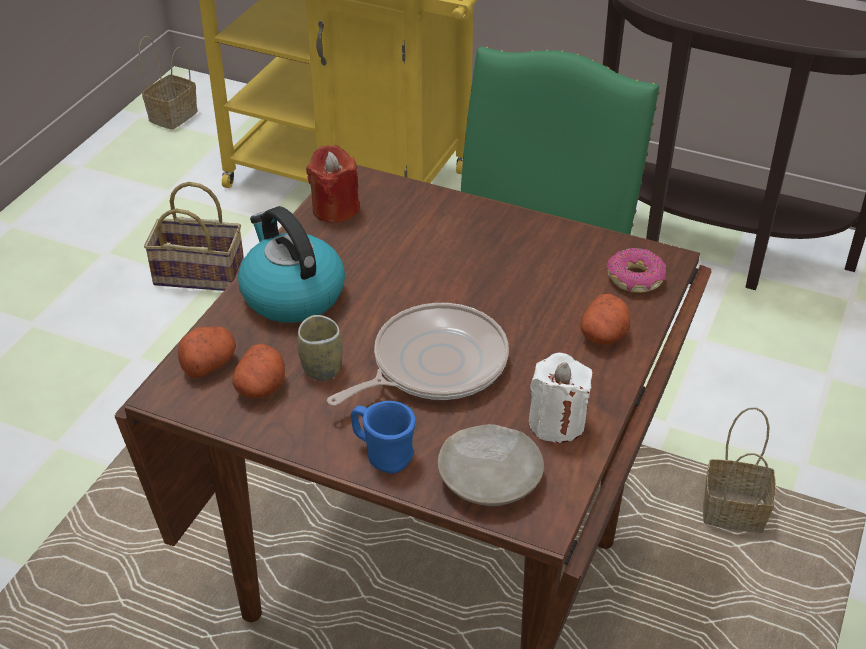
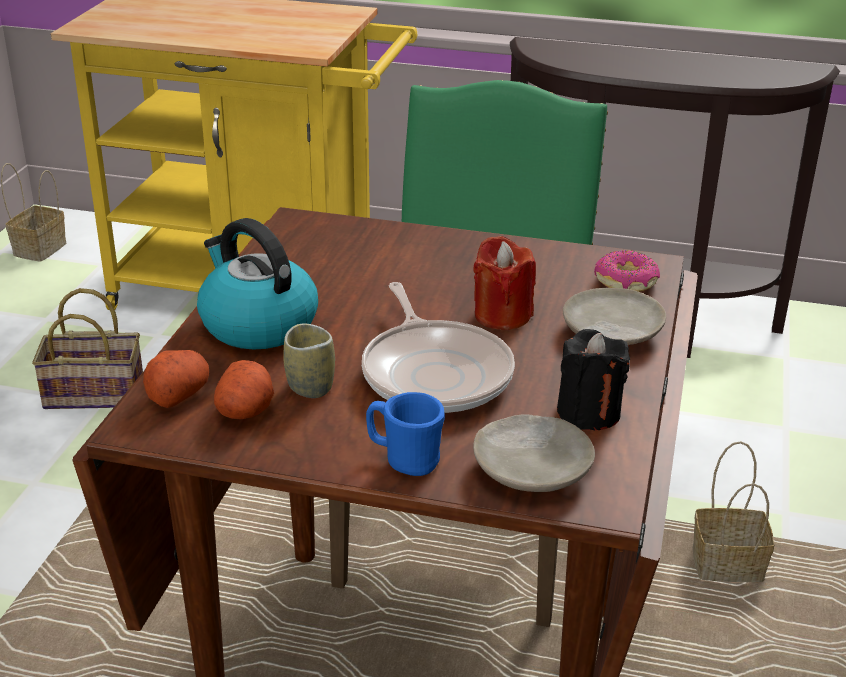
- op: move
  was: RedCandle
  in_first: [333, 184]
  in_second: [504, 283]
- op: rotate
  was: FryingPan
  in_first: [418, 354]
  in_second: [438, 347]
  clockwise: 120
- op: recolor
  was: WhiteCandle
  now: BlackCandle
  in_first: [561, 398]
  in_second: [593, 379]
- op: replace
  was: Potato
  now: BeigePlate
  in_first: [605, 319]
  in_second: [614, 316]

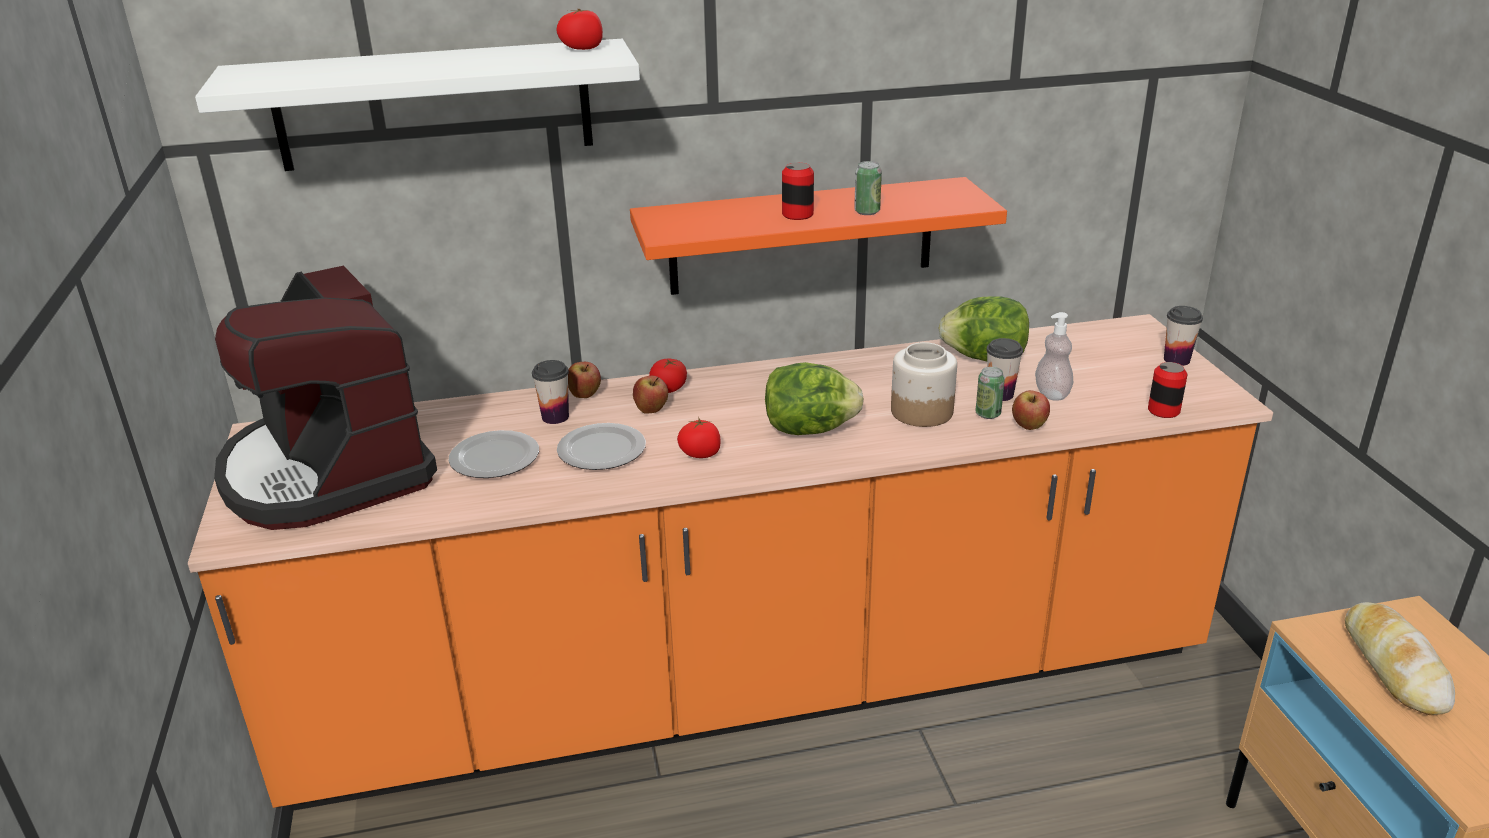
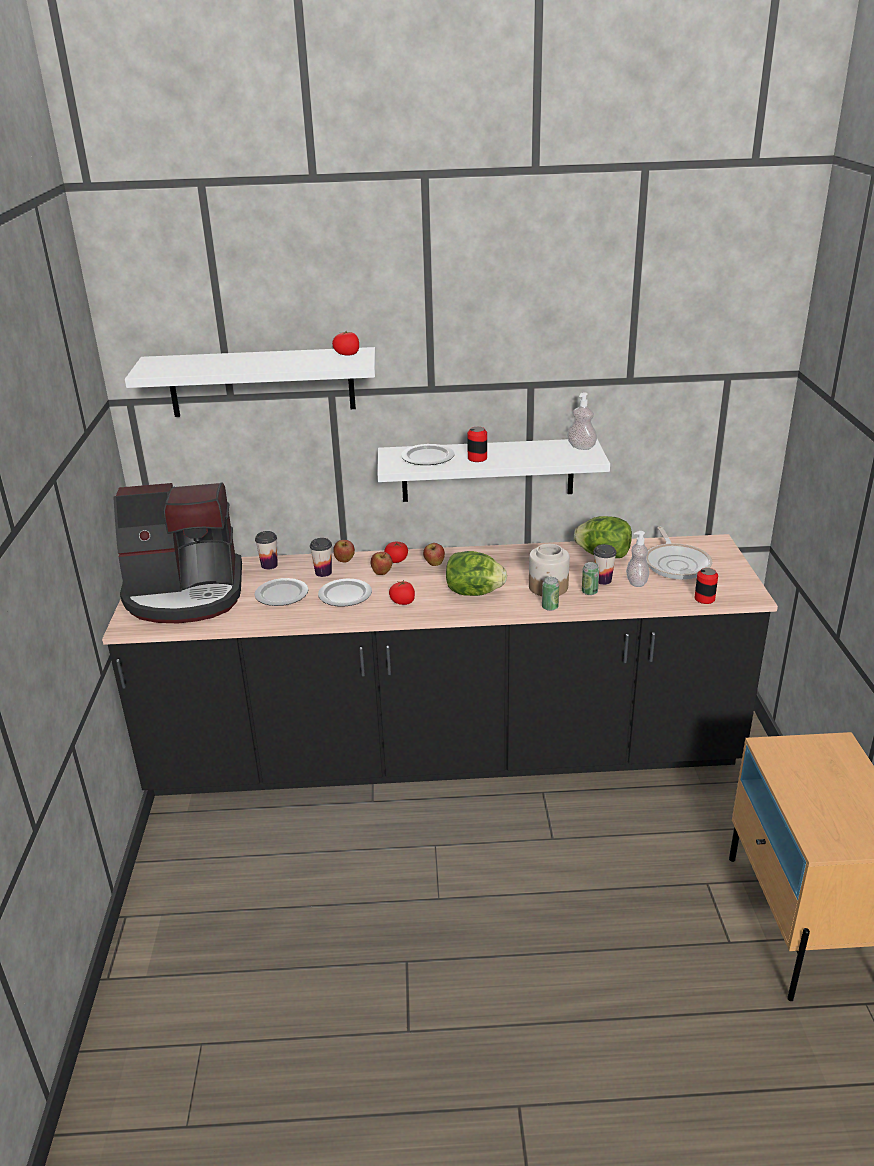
- op: recolor
  was: OrangeCounter
  now: BlackCounter
  in_first: [730, 562]
  in_second: [440, 665]
- op: rotate
  was: CoffeeMachine
  in_first: [325, 398]
  in_second: [177, 552]
  clockwise: -75
- op: recolor
  was: OrangeShelf
  now: WhiteShelf
  in_first: [818, 236]
  in_second: [493, 470]
- op: move
  was: Can
  in_first: [868, 188]
  in_second: [550, 594]
- op: move
  was: Apple
  in_first: [1031, 410]
  in_second: [434, 554]
- op: move
  was: Cup
  in_first: [1183, 336]
  in_second: [266, 550]
- op: delete
  was: Bread
  in_first: [1400, 658]
- op: insert
  now: Plate
  in_second: [428, 454]
- op: insert
  now: SoapDispenser
  in_second: [582, 421]
- op: insert
  now: FryingPan
  in_second: [679, 553]

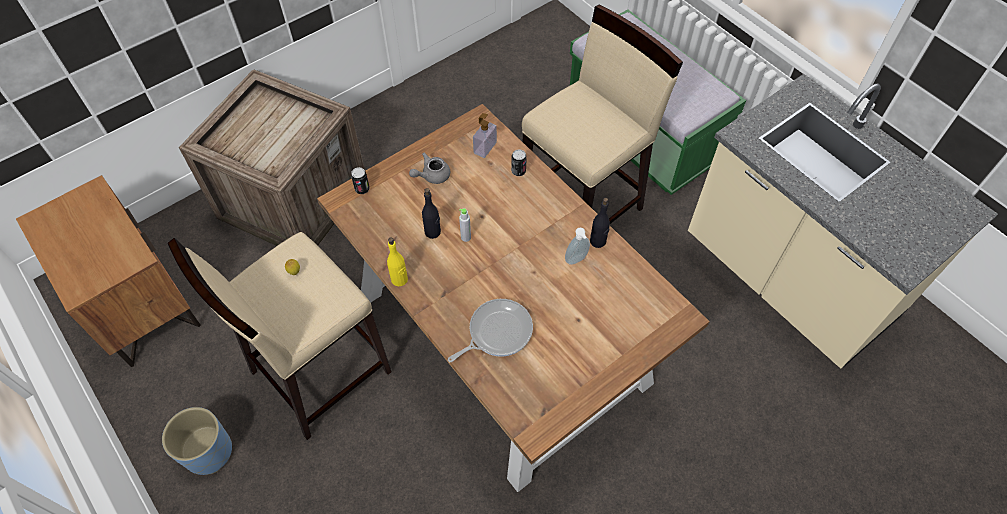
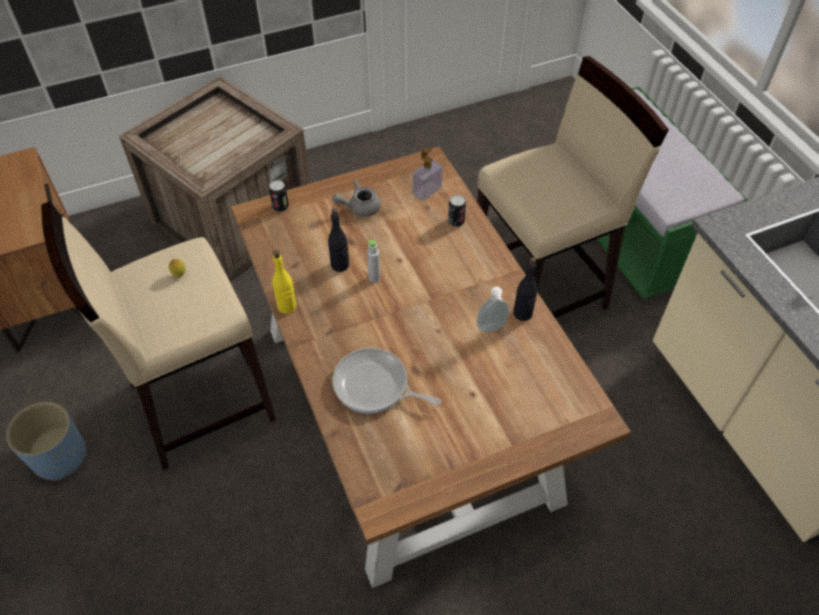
- op: rotate
  was: FryingPan
  in_first: [490, 330]
  in_second: [386, 380]
  clockwise: -135

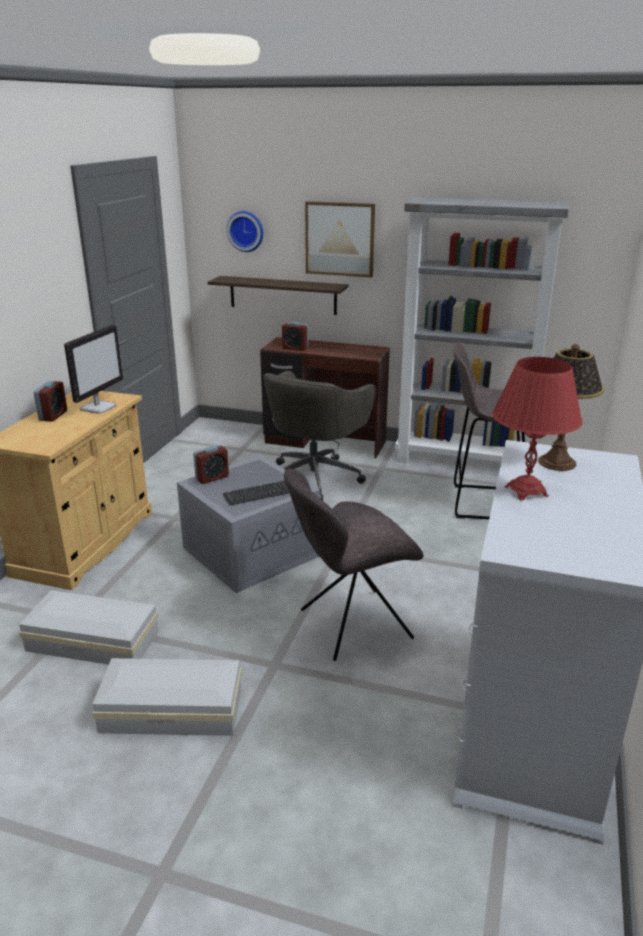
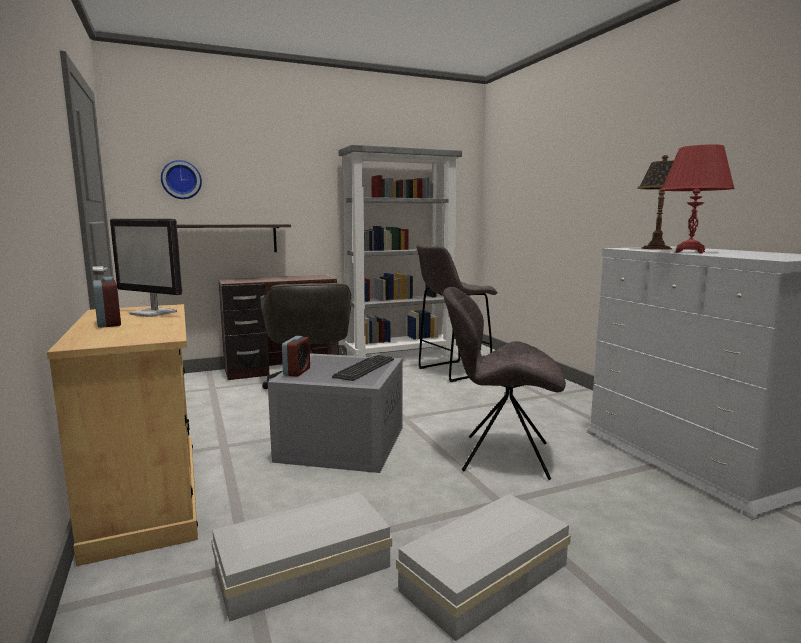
- op: rotate
  was: Monitor
  in_first: [93, 369]
  in_second: [146, 268]
  clockwise: 135
- op: delete
  was: AlarmClock
  in_first: [295, 336]
- op: rotate
  was: GreyChair
  in_first: [354, 564]
  in_second: [504, 383]
  clockwise: 75
- op: delete
  was: Picture
  in_first: [340, 239]

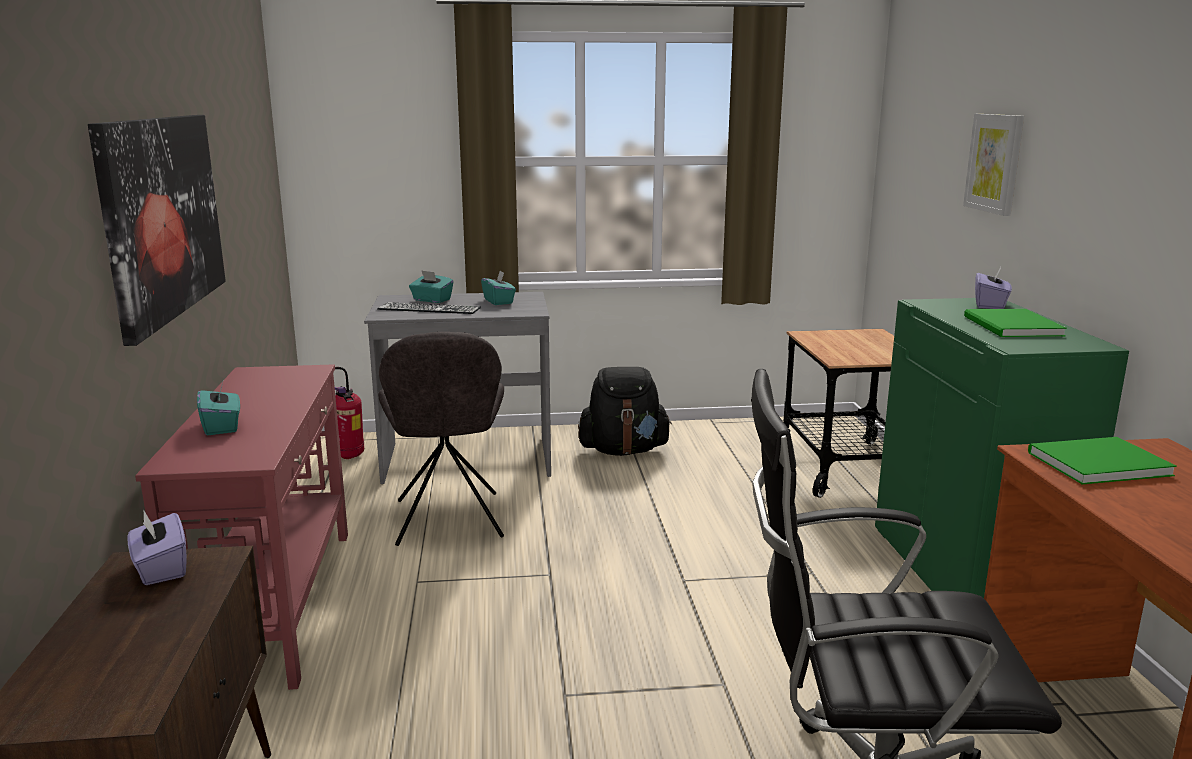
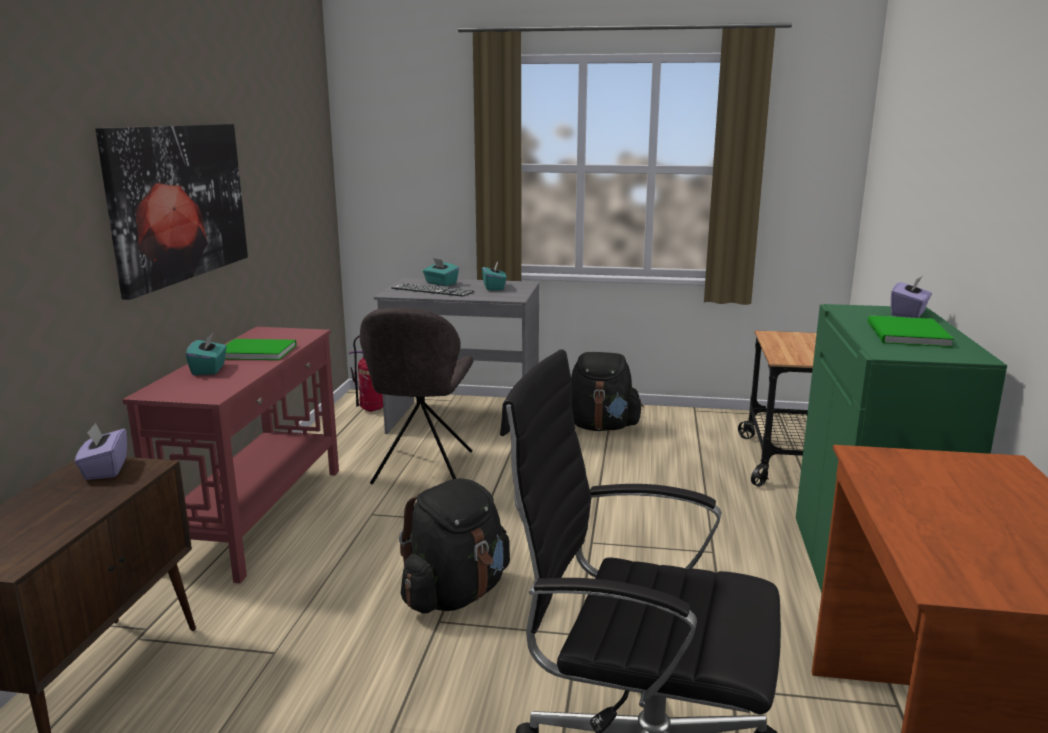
- op: delete
  was: Picture
  in_first: [993, 165]
- op: move
  was: GreenBook
  in_first: [1102, 460]
  in_second: [260, 349]
- op: insert
  now: BlackBackpack
  in_second: [454, 545]

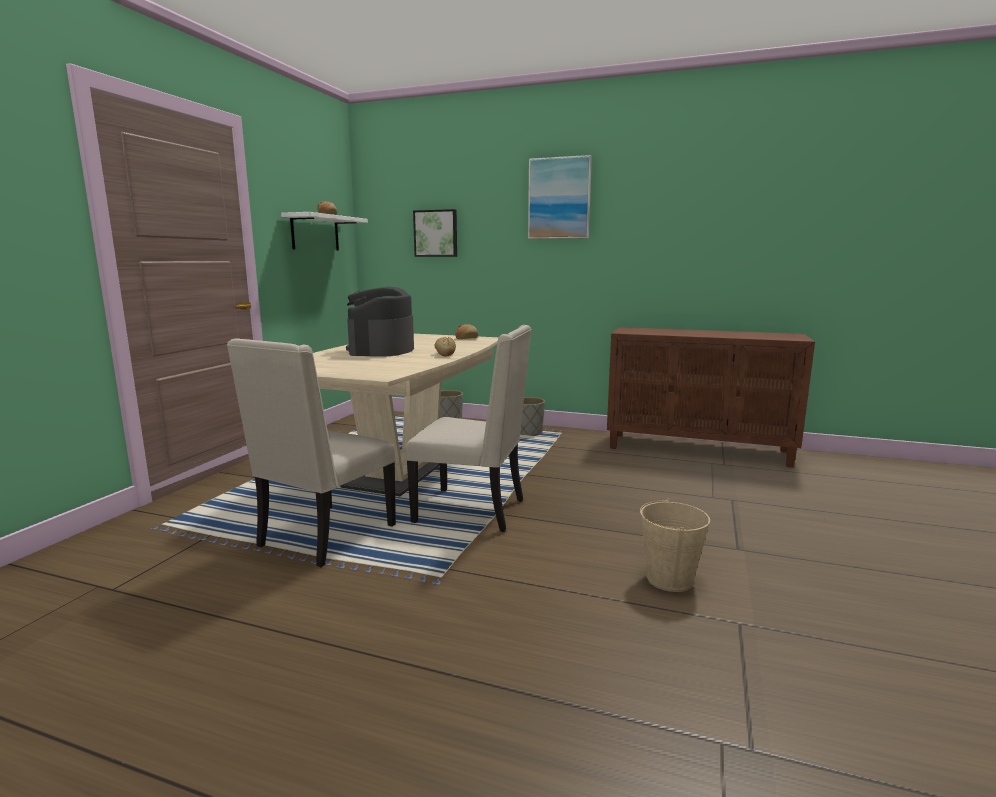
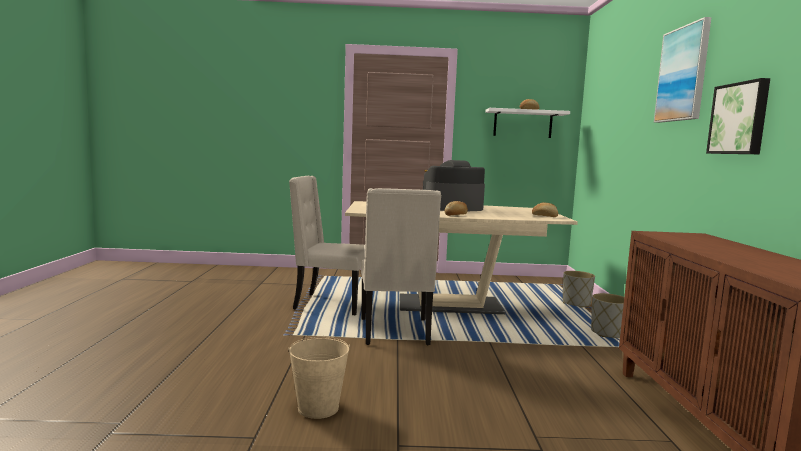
- op: move
  was: Picture
  in_first: [435, 233]
  in_second: [738, 116]

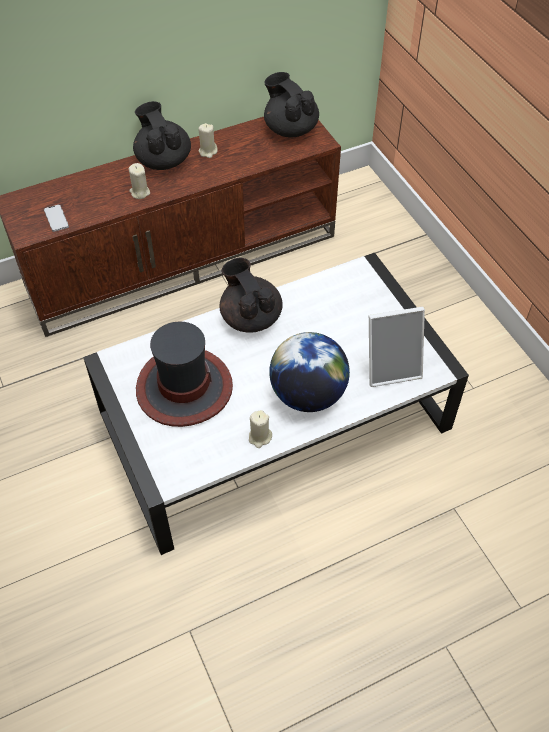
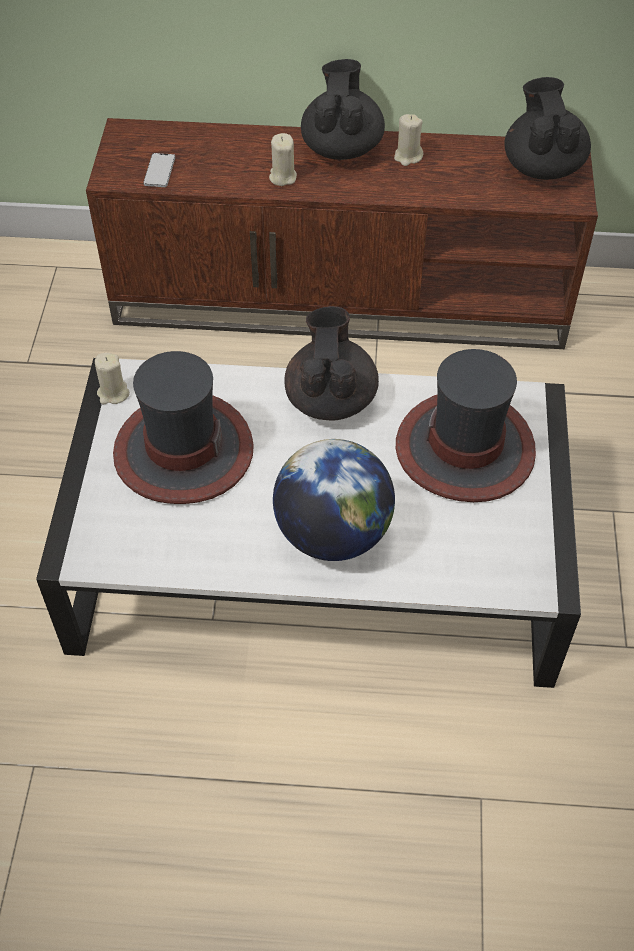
- op: move
  was: BeigeCandle
  in_first: [260, 429]
  in_second: [112, 379]
- op: delete
  was: PictureFrame
  in_first: [397, 347]
- op: insert
  now: Hat
  in_second: [466, 425]

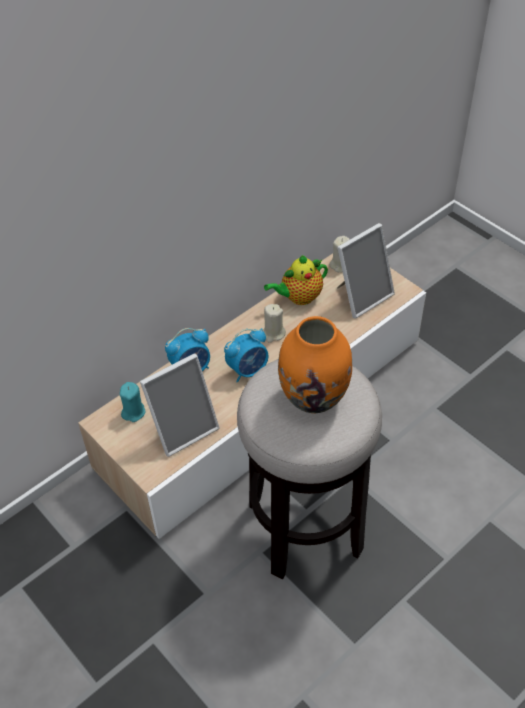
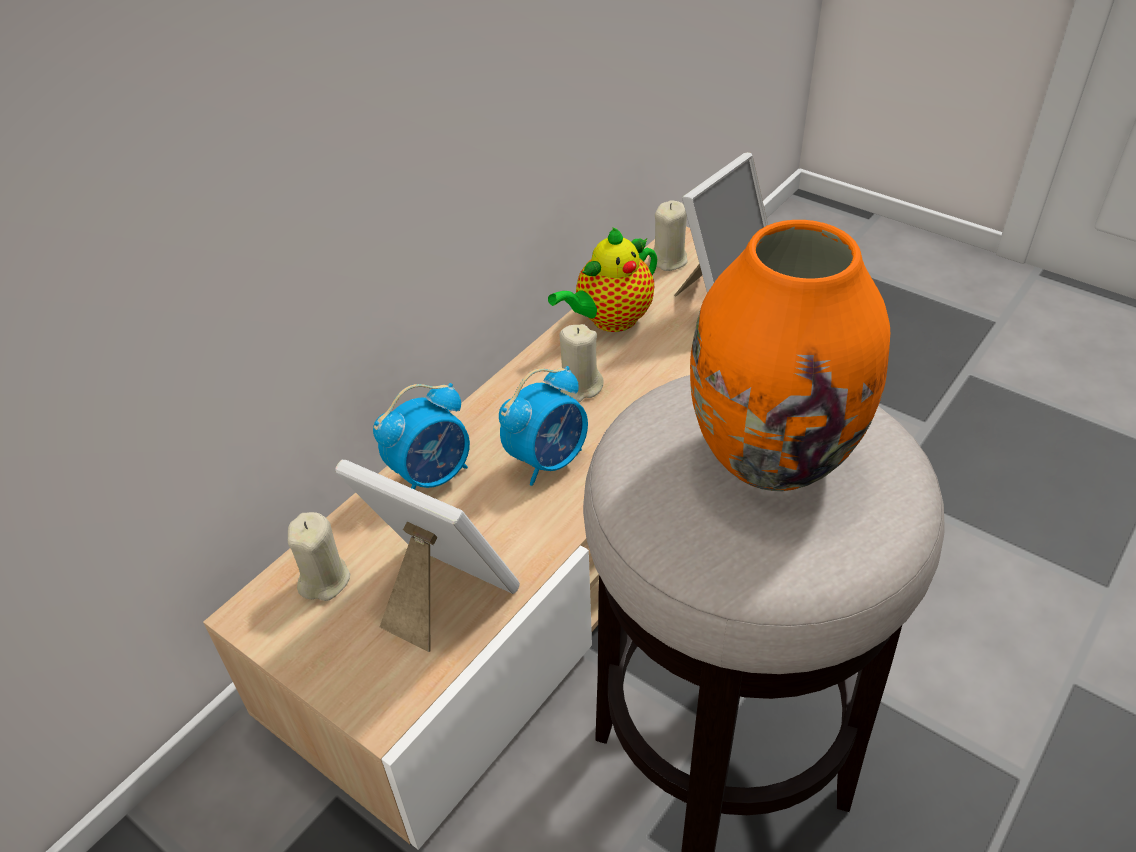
- op: recolor
  was: TurquoiseCandle
  now: BeigeCandle
  in_first: [133, 402]
  in_second: [319, 556]
- op: rotate
  was: PictureFrame
  in_first: [180, 405]
  in_second: [427, 556]
  clockwise: -105

